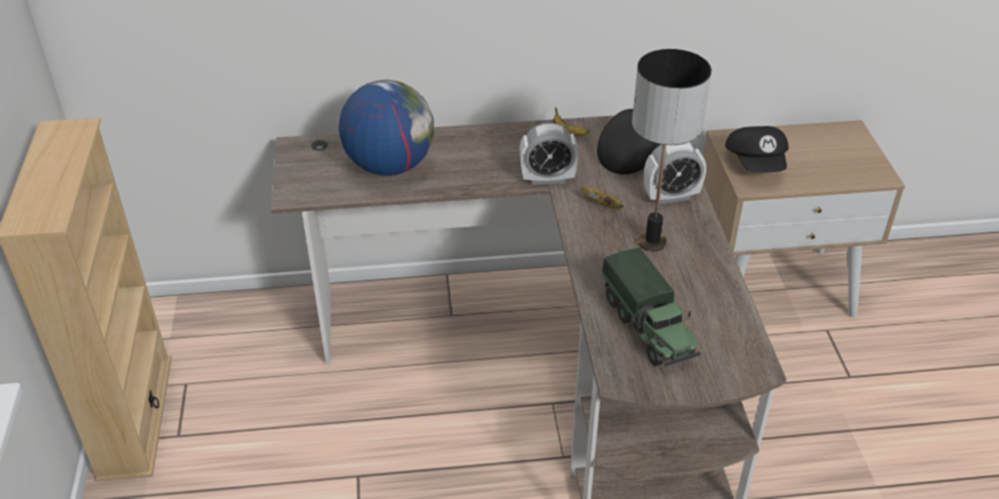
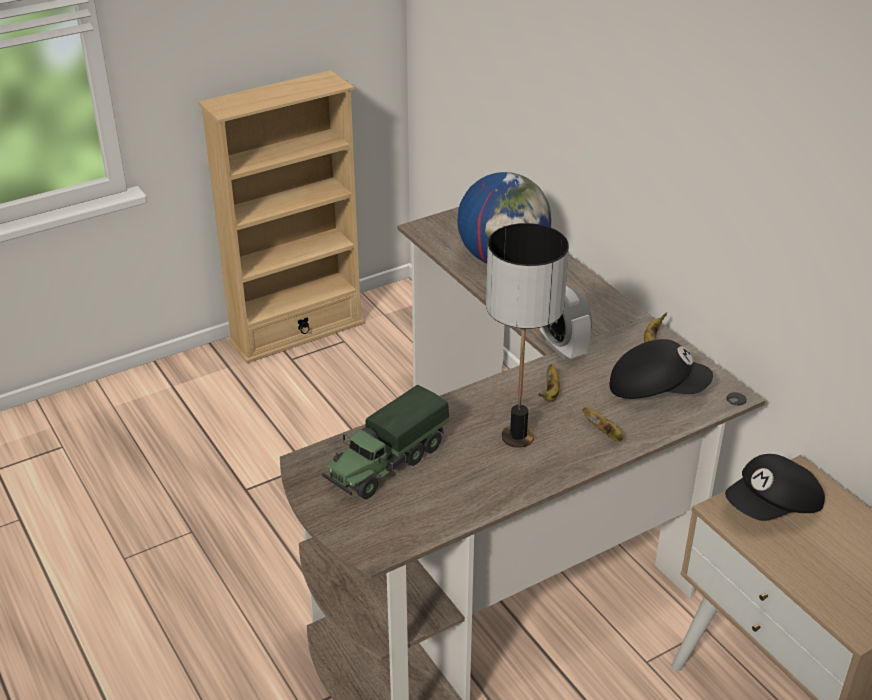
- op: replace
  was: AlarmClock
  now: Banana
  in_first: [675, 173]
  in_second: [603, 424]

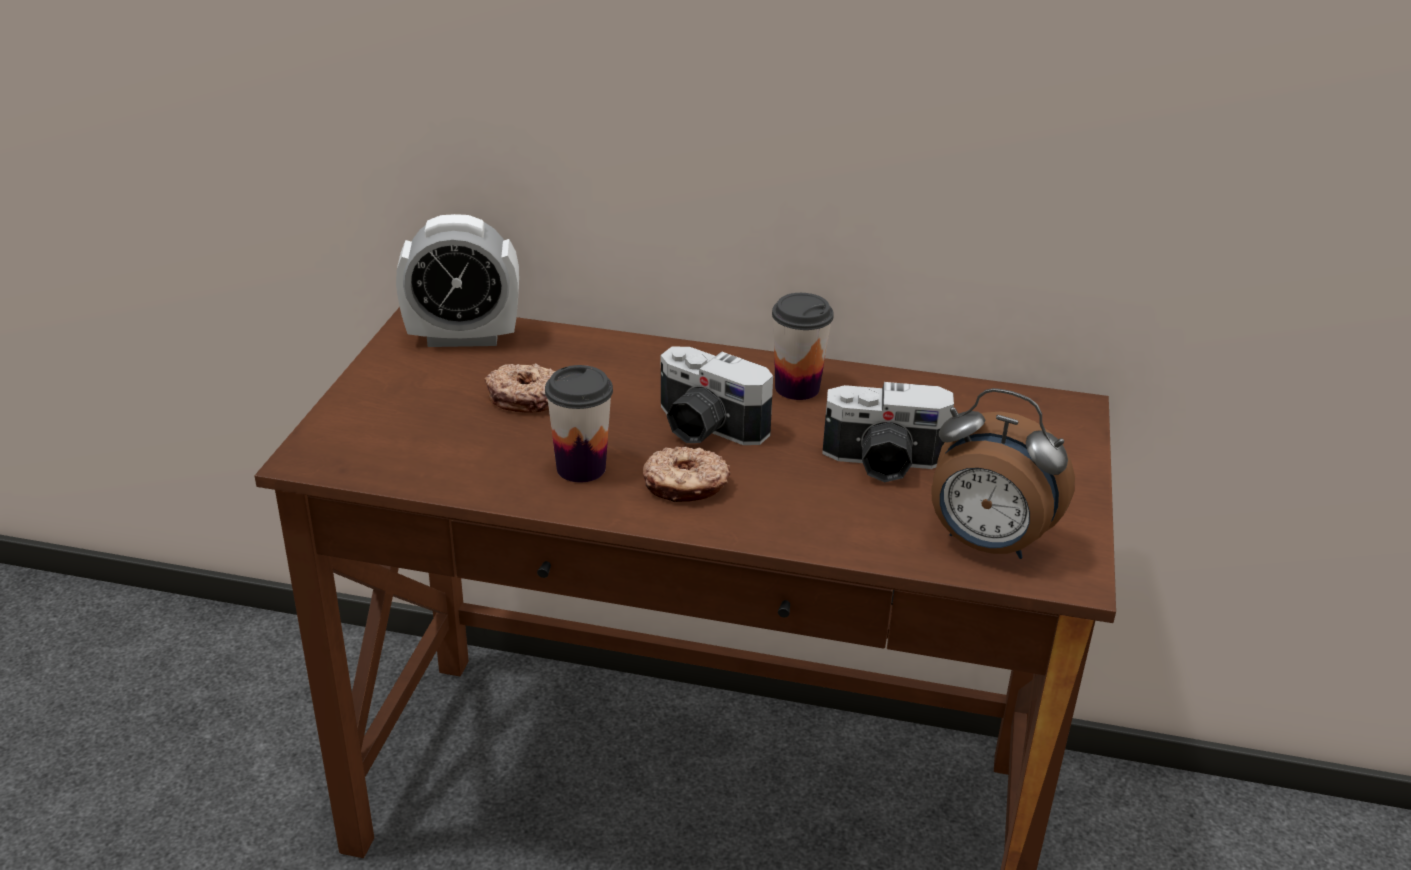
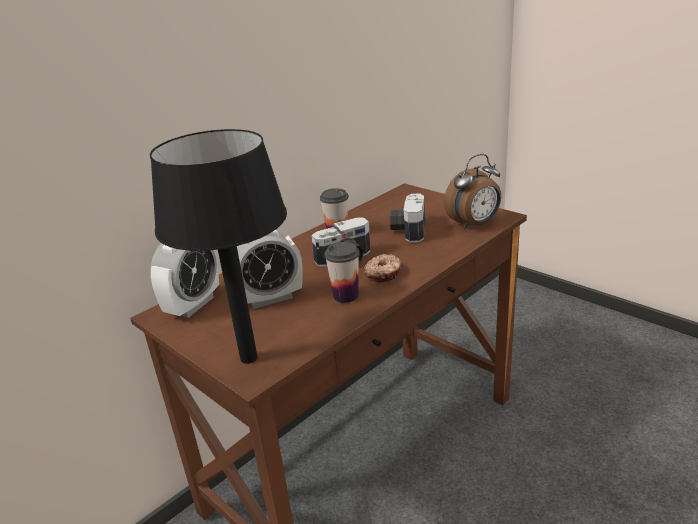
- op: replace
  was: Donut
  now: AlarmClock
  in_first: [520, 388]
  in_second: [270, 269]
- op: rotate
  was: PhotoCamera
  in_first: [888, 432]
  in_second: [407, 218]
  clockwise: 150
- op: insert
  now: BlackTableLamp
  in_second: [218, 246]

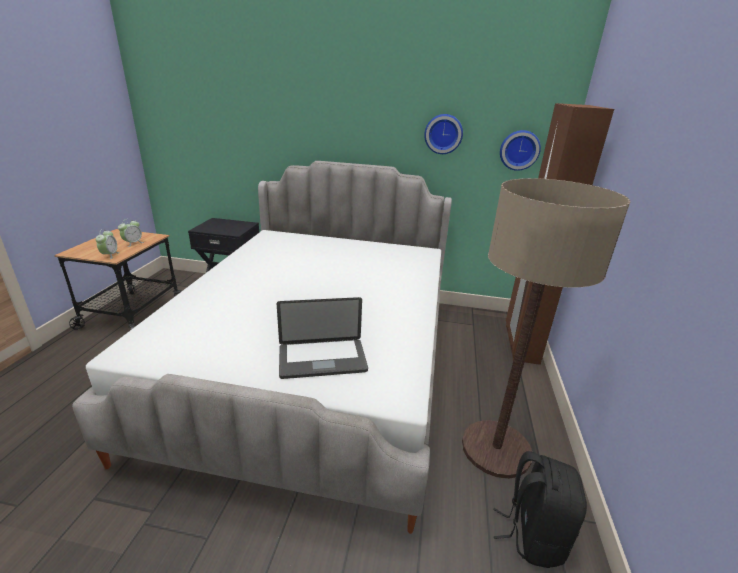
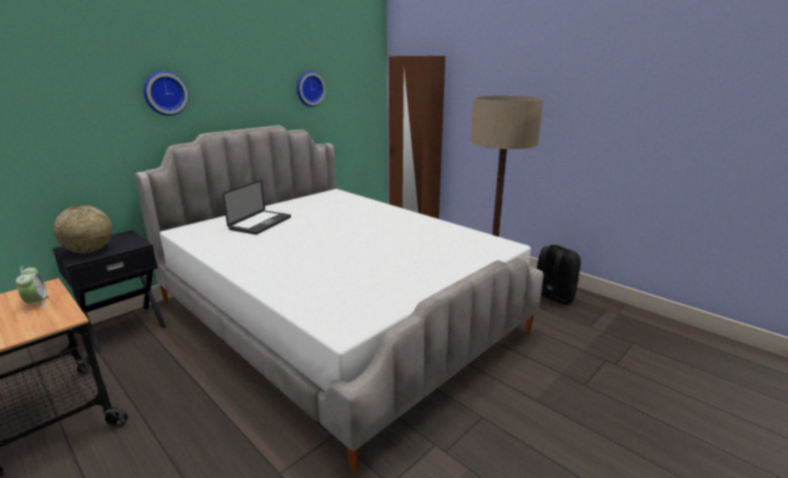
- op: delete
  was: AlarmClock
  in_first: [107, 244]
- op: move
  was: Laptop
  in_first: [322, 338]
  in_second: [257, 207]
- op: move
  was: WallClock
  in_first: [520, 150]
  in_second: [166, 93]
- op: insert
  now: Globe
  in_second: [83, 229]

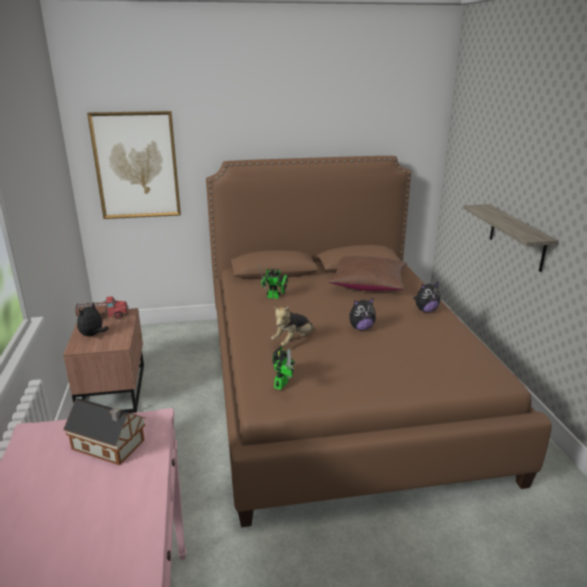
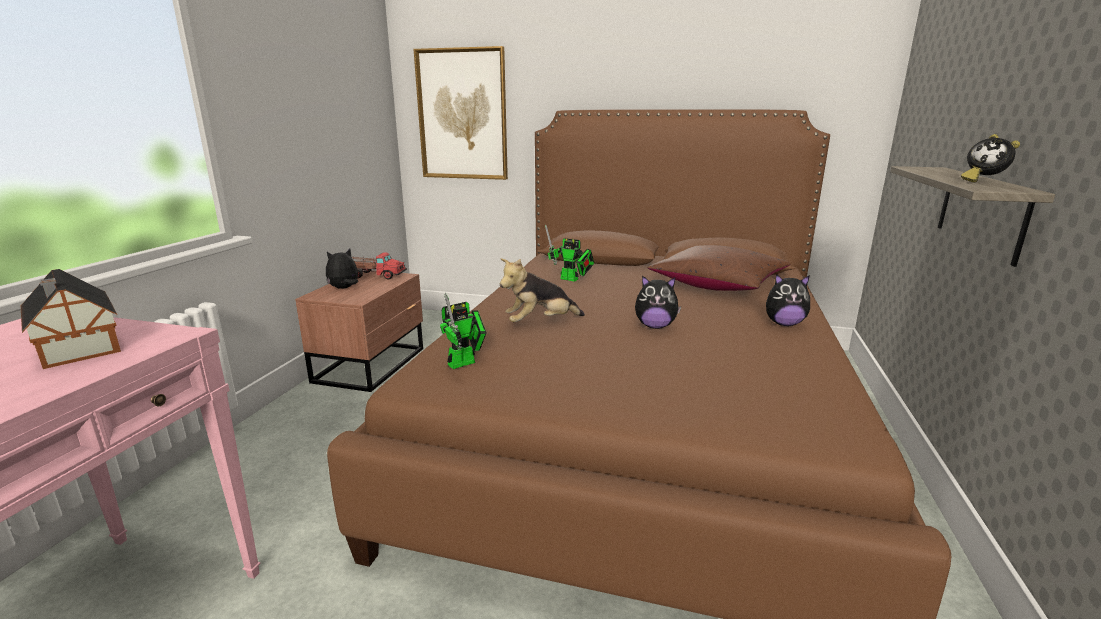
- op: insert
  now: AlarmClock
  in_second: [990, 158]

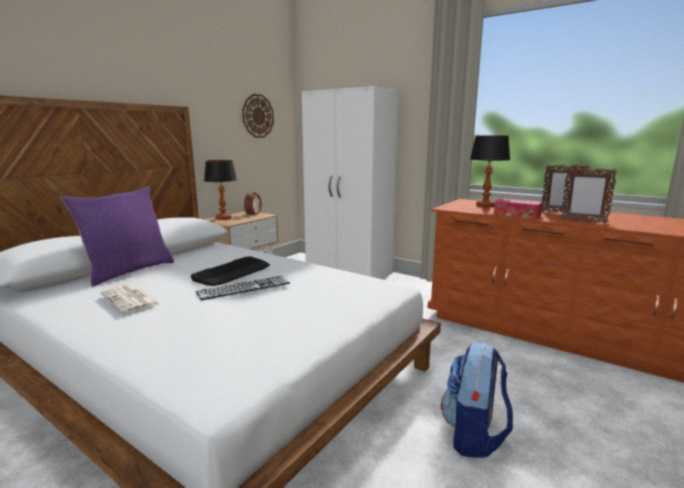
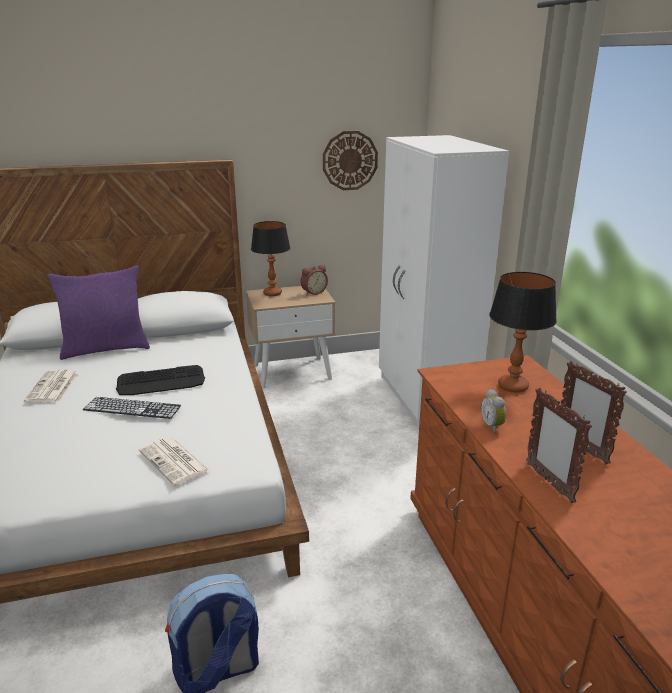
- op: replace
  was: TissueBox
  now: AlarmClock
  in_first: [518, 208]
  in_second: [493, 411]
- op: insert
  now: Newspaper
  in_second: [174, 461]

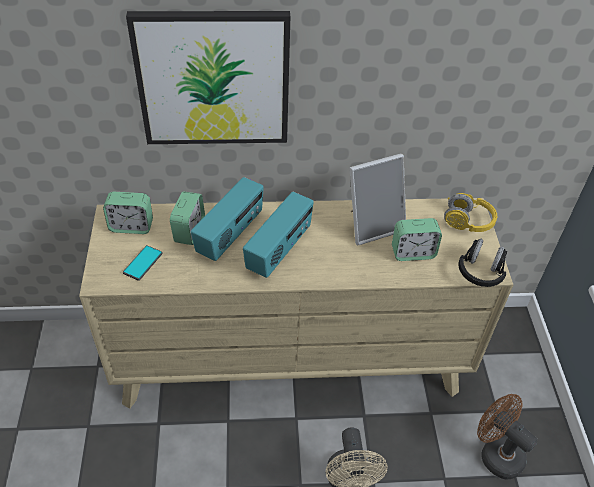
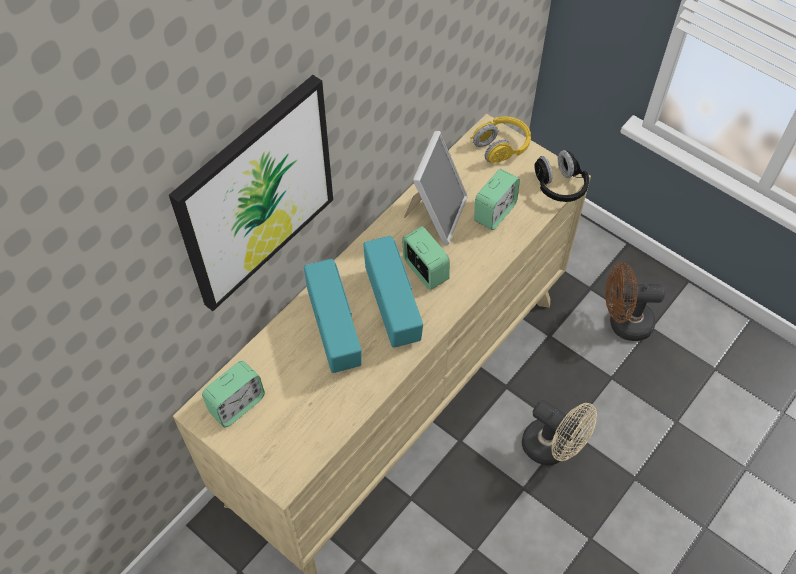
- op: delete
  was: Phone
  in_first: [143, 263]
- op: move
  was: AlarmClock
  in_first: [187, 218]
  in_second: [426, 258]

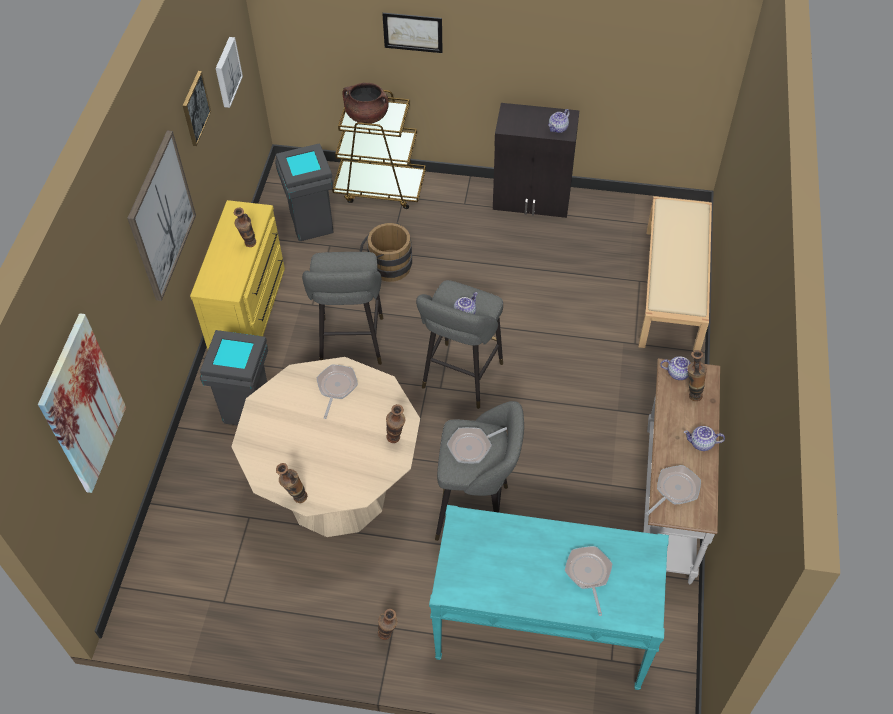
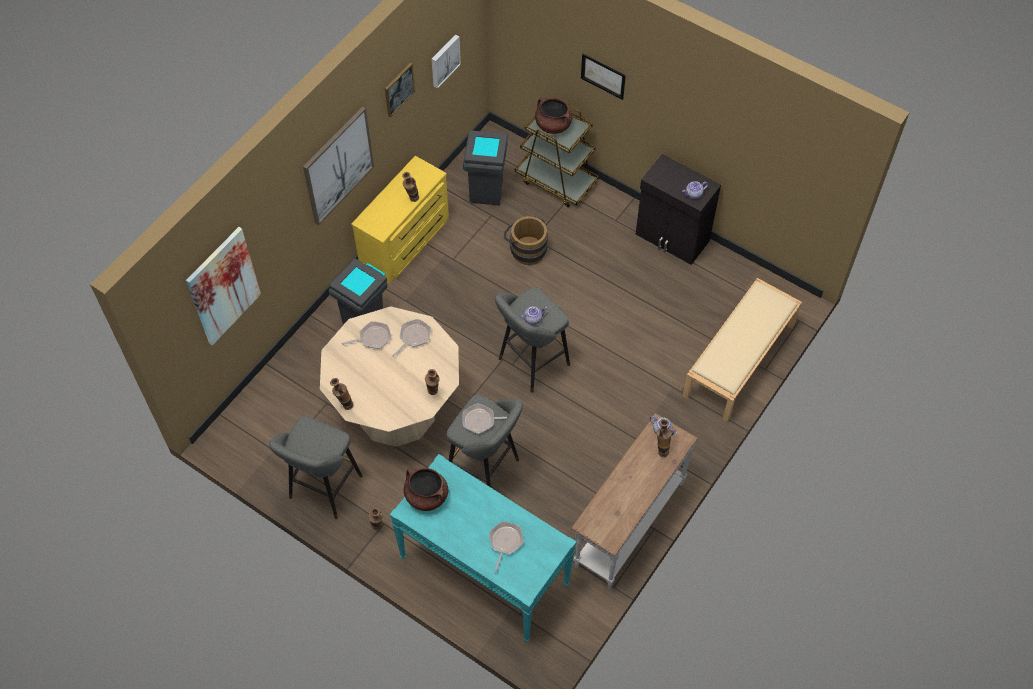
- op: move
  was: GreyStool
  in_first: [342, 308]
  in_second: [316, 467]
- op: move
  was: FryingPan
  in_first: [673, 490]
  in_second: [366, 335]
- op: delete
  was: Teapot
  in_first: [704, 438]
- op: insert
  now: BrownCookingPot
  in_second: [426, 489]

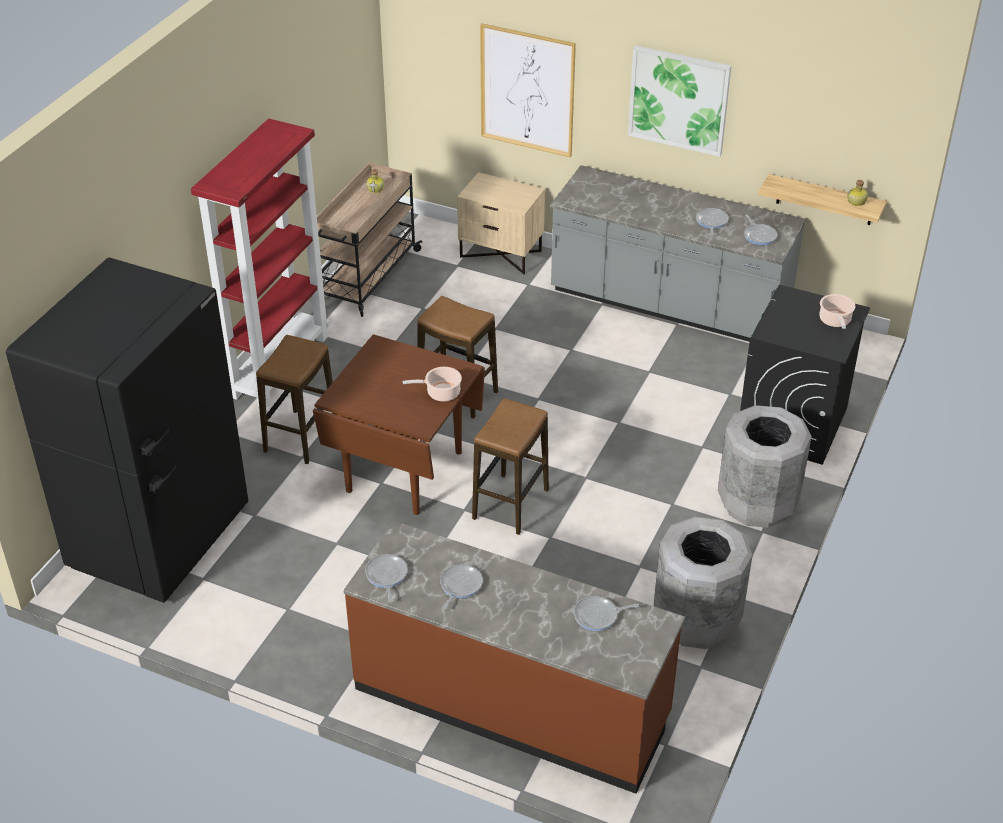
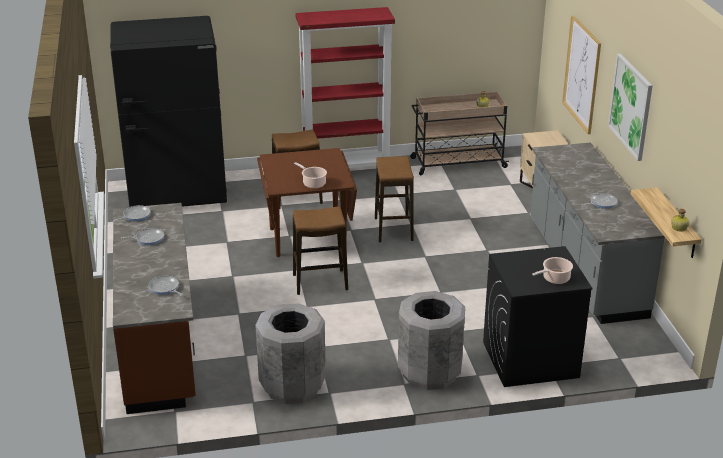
- op: delete
  was: FryingPan
  in_first: [760, 229]

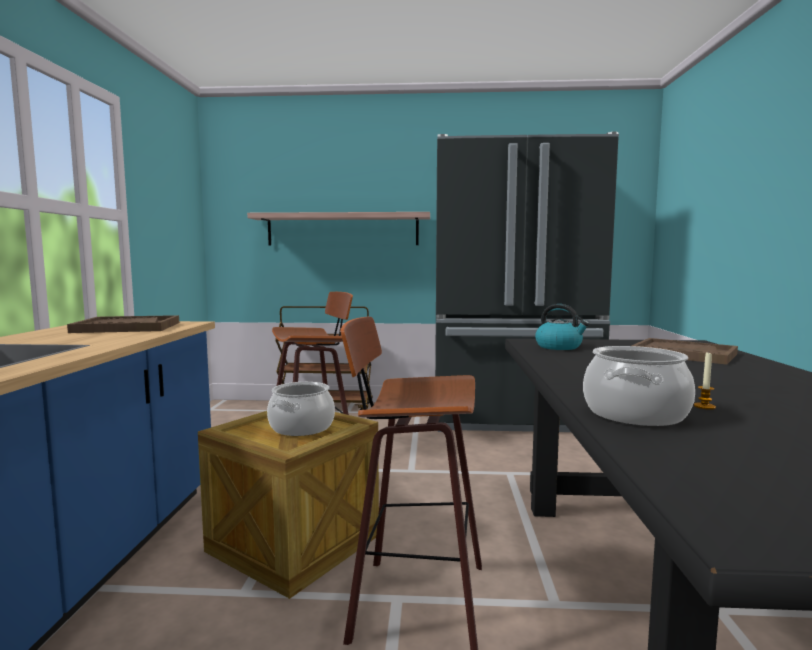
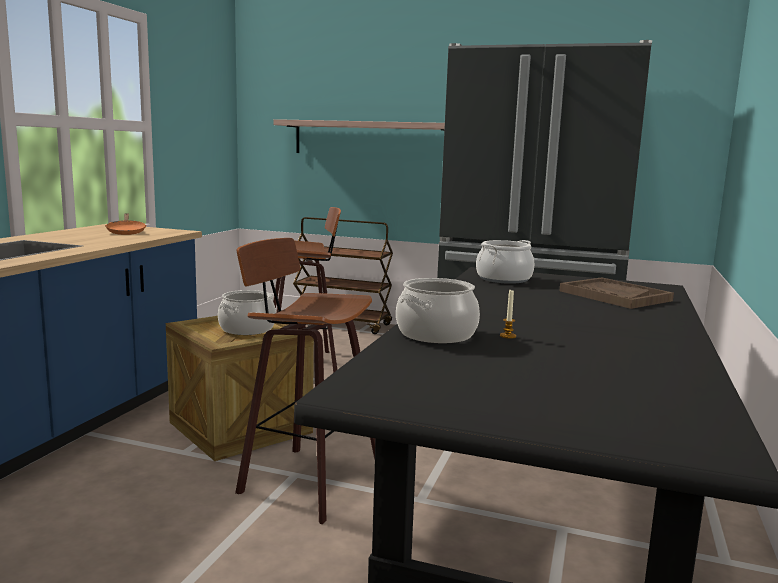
- op: replace
  was: BrownTray
  now: OrangeFryingPan
  in_first: [123, 324]
  in_second: [125, 224]
- op: replace
  was: Kettle
  now: CookingPot
  in_first: [562, 327]
  in_second: [505, 262]

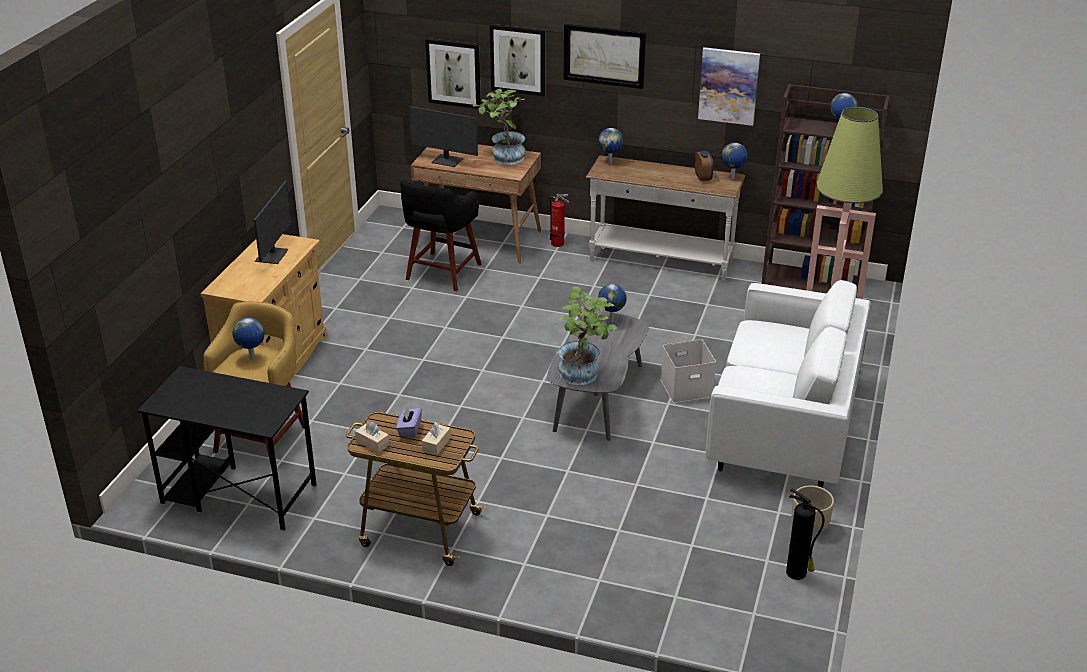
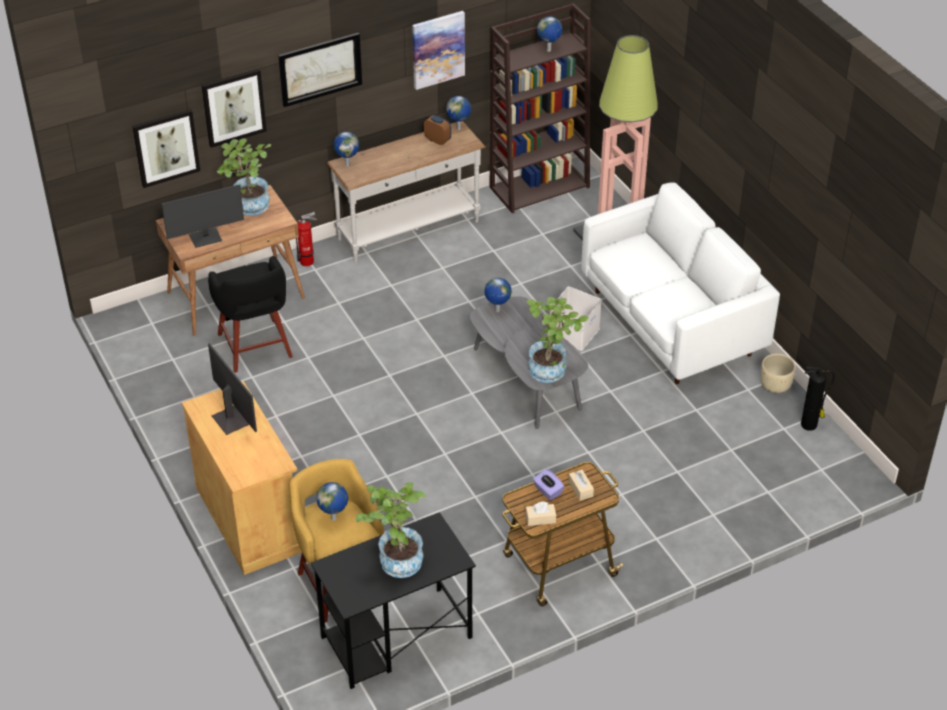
- op: insert
  now: PottedPlant
  in_second: [391, 530]

